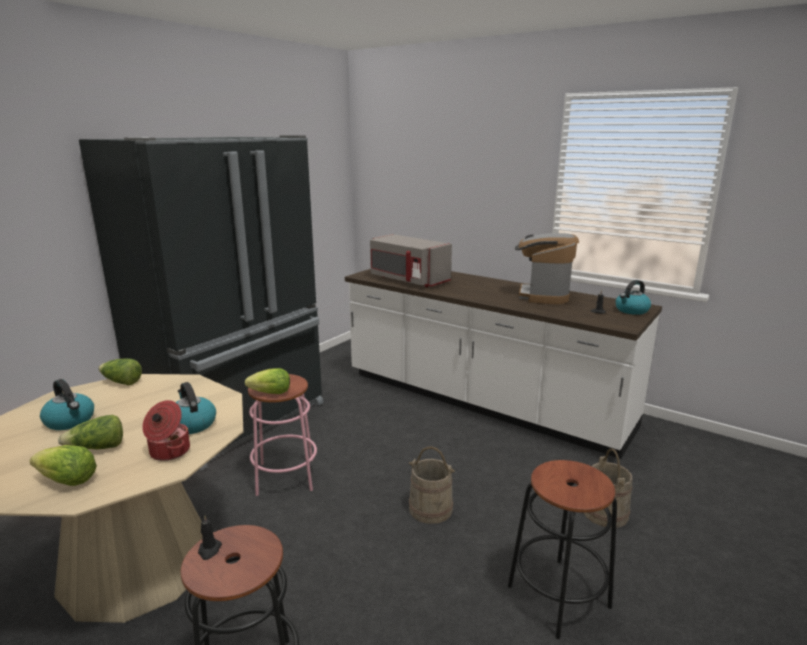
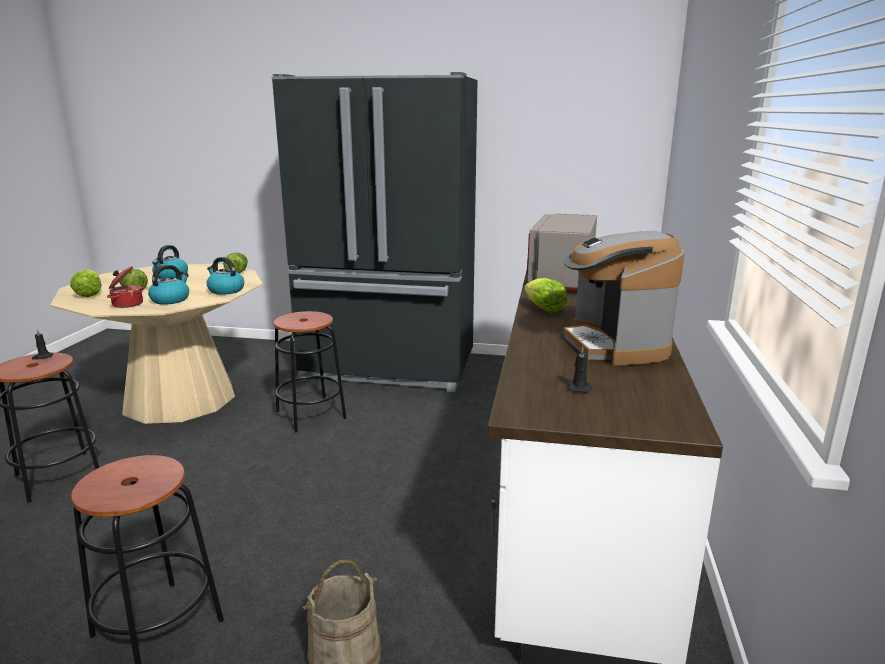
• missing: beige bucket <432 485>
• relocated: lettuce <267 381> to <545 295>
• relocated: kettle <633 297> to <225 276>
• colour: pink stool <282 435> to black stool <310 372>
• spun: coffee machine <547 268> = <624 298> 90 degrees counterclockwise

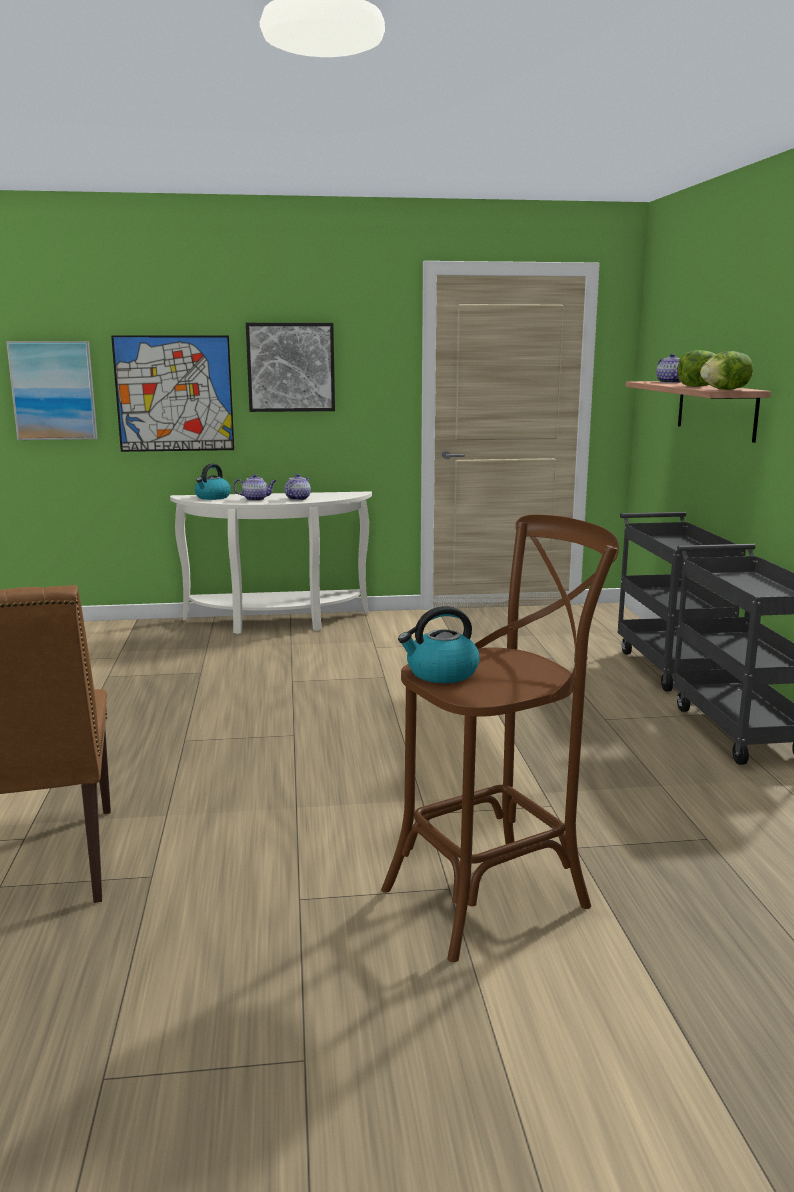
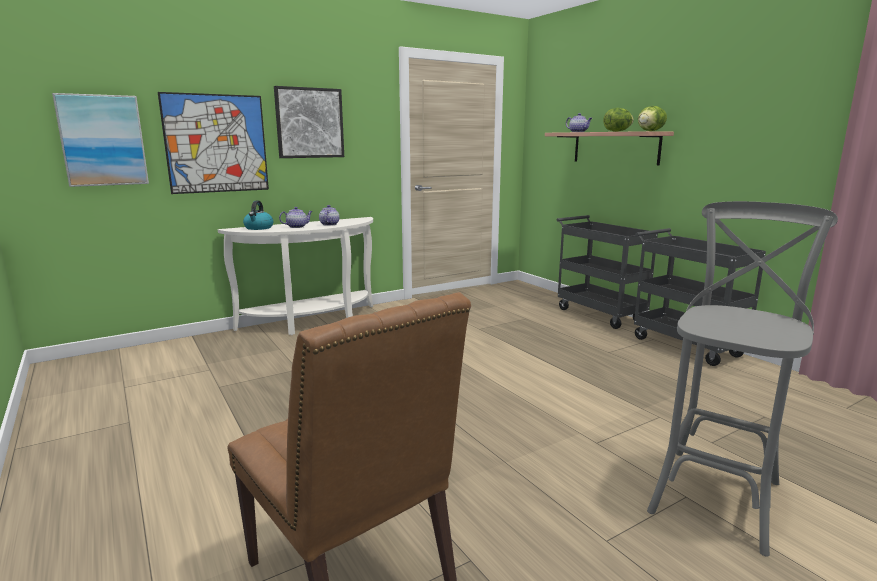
• missing: kettle <438 644>
• colour: brown stool <500 738> to grey stool <742 379>

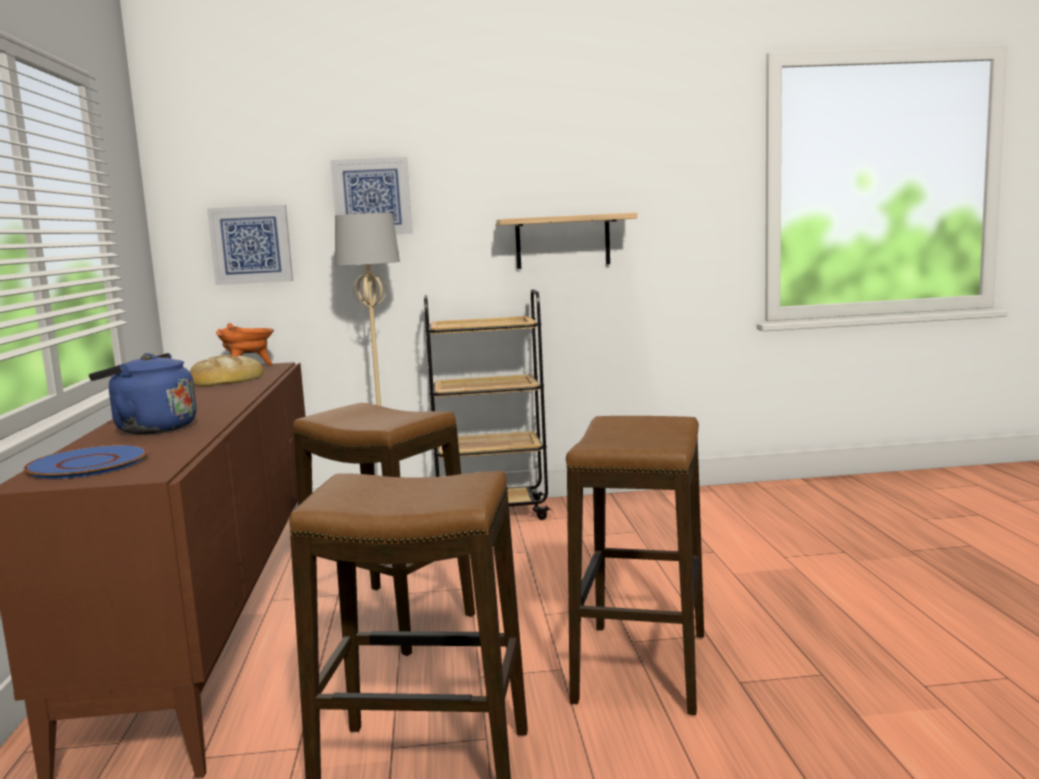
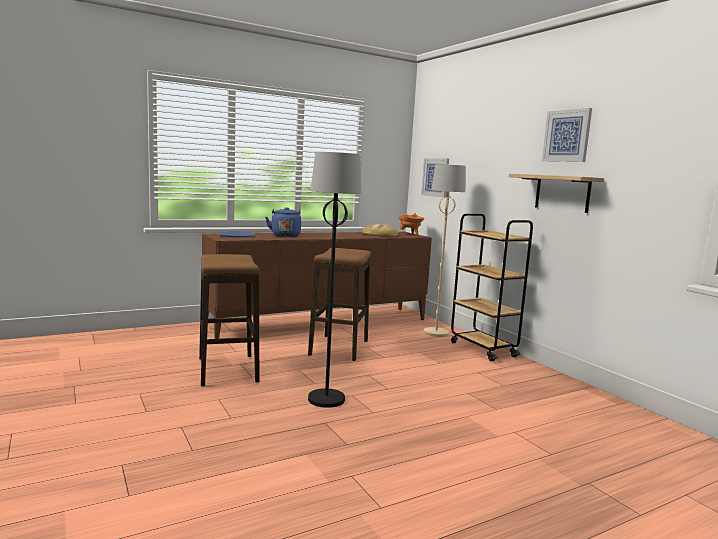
• relocated: picture <371 195> to <567 135>
• exchanged: stool <635 565> to black floor lamp <334 280>

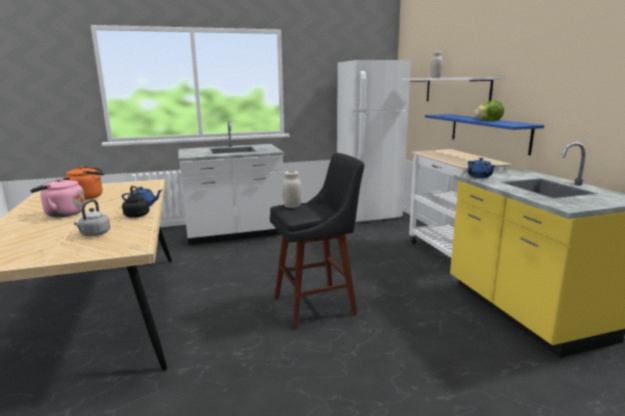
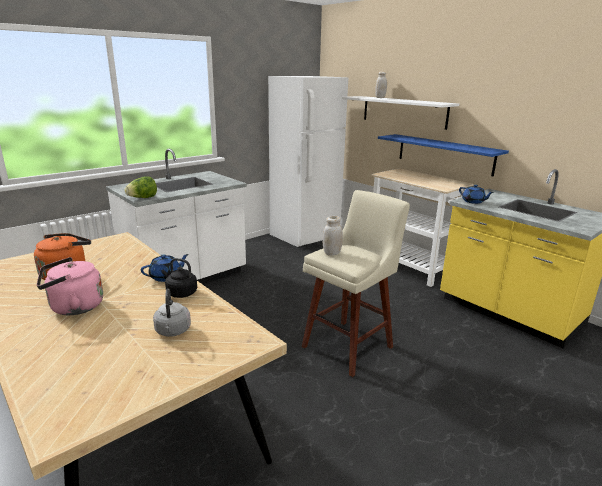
• relocated: lettuce <489 111> to <140 187>
• colour: black stool <317 240> to beige stool <356 283>

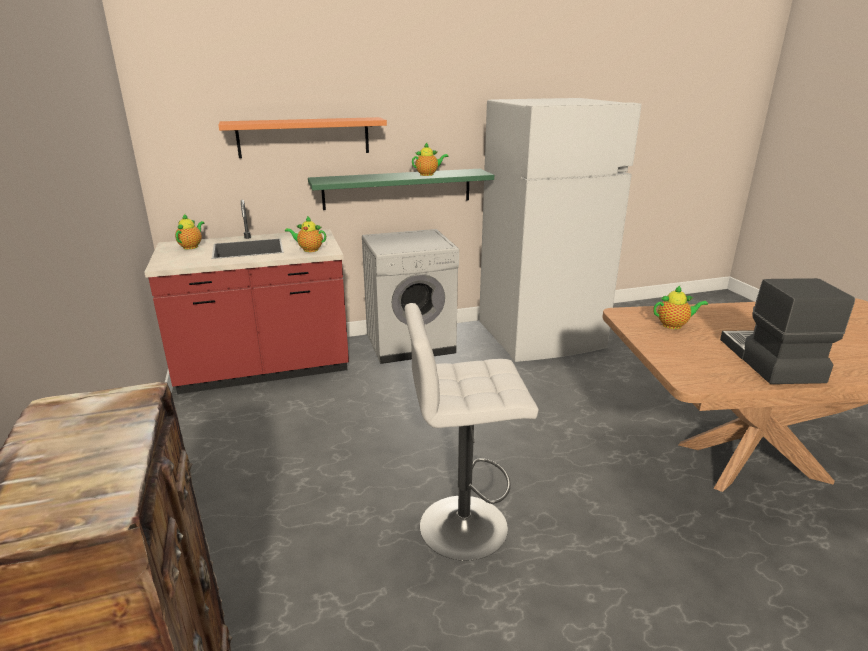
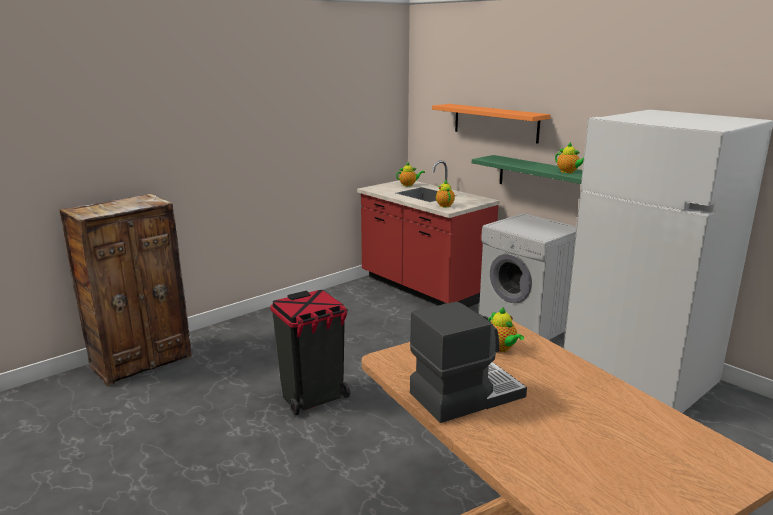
• exchanged: white stool <471 432> to black trash can <310 352>

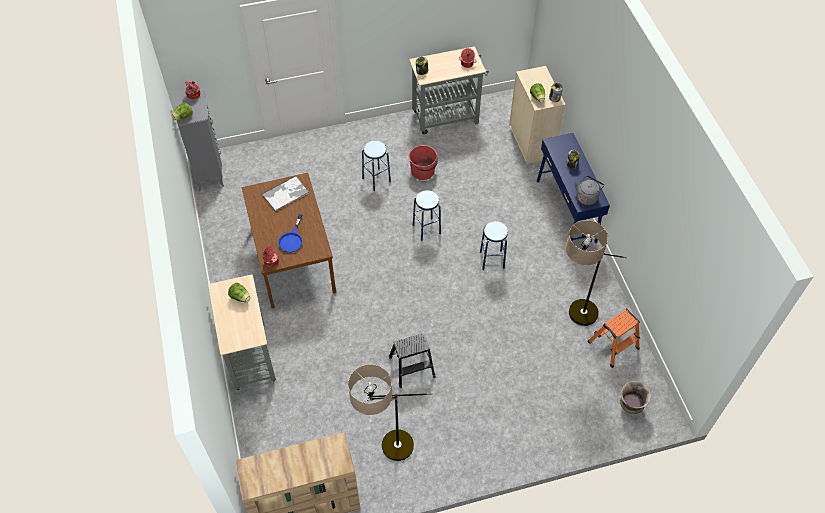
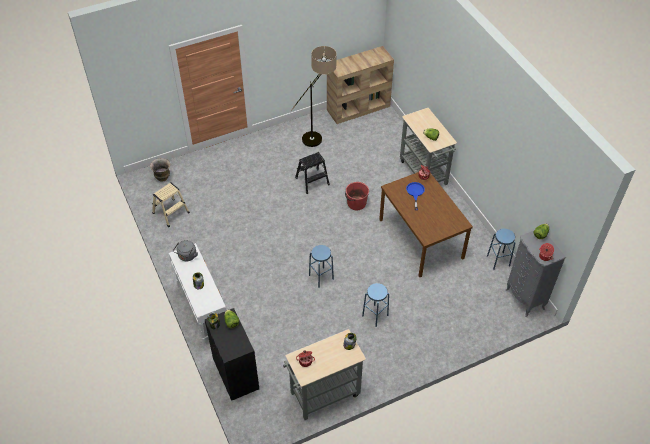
• missing: tray <286 193>
• missing: floor lamp <596 273>
• relocated: red bucket <423 162> to <357 196>
• relocated: blue stool <494 245> to <501 249>
• colour: beige cabinet <537 115> to black cabinet <232 354>
• colour: blue console table <573 188> to white console table <197 294>
• colour: orange step ladder <613 338> to beige step ladder <171 204>

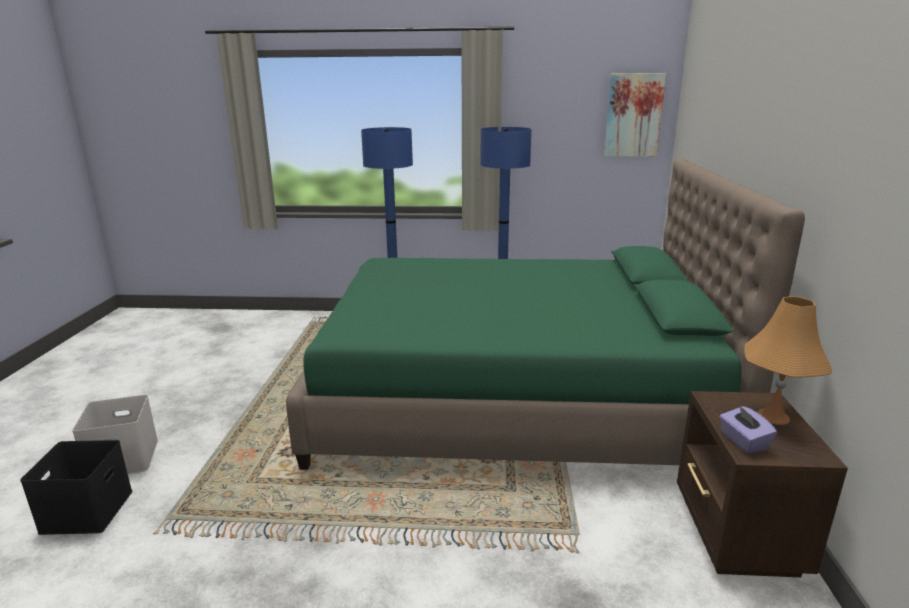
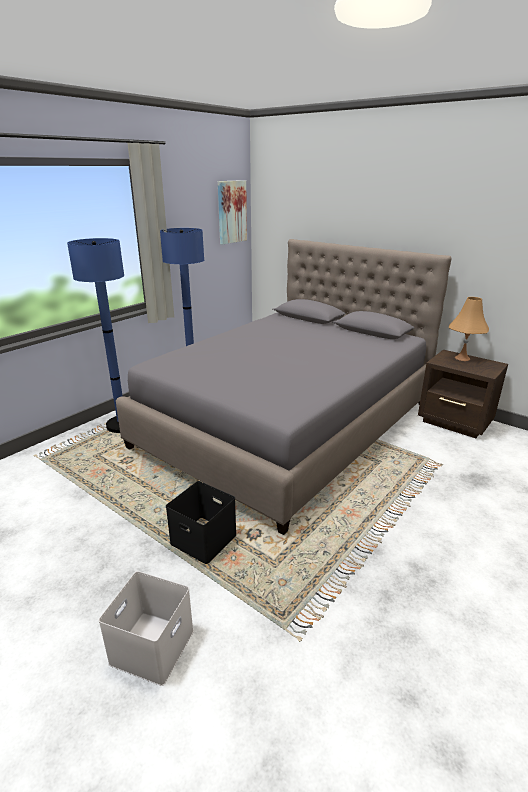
• missing: purple tissue box <748 429>
• relocated: black storage box <76 487> to <201 522>
• colour: green bed <545 314> to grey bed <284 387>

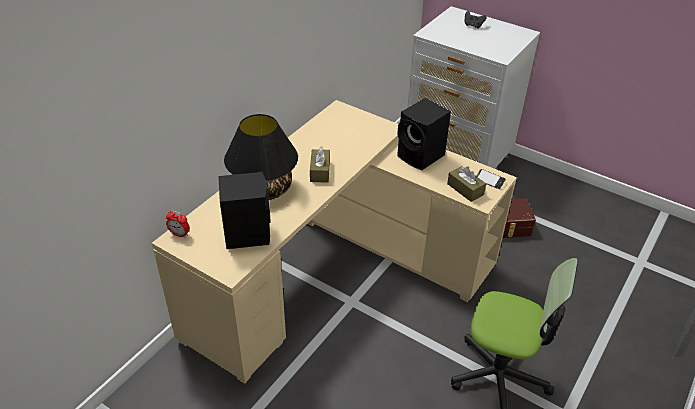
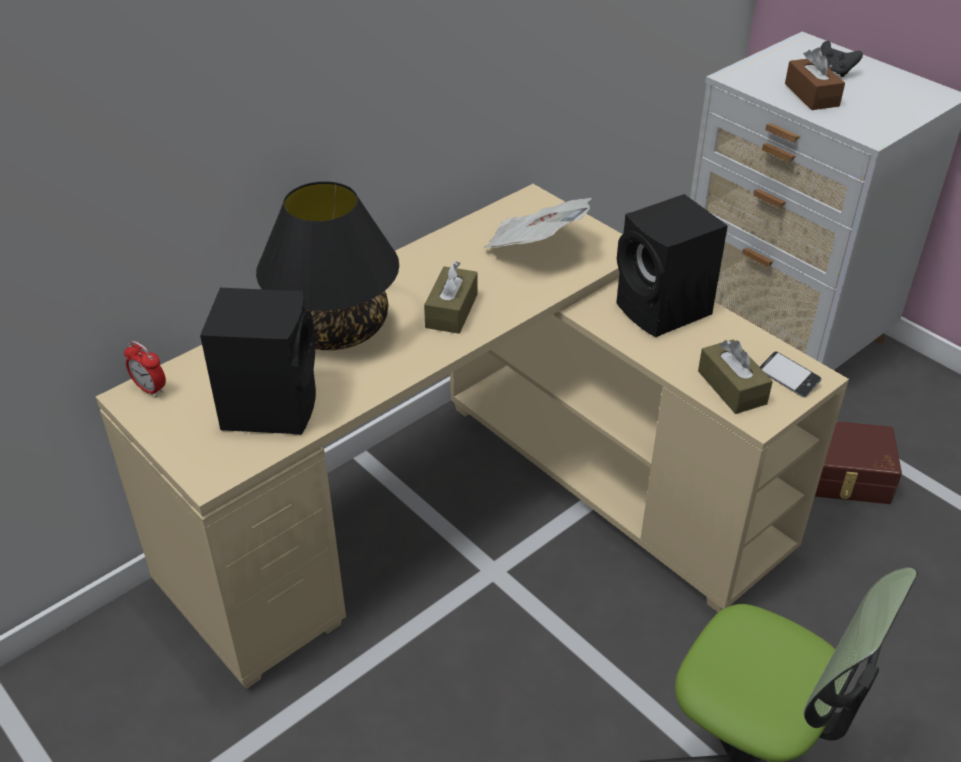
• appeared: newspaper <538 223>
• appeared: brown tissue box <815 79>

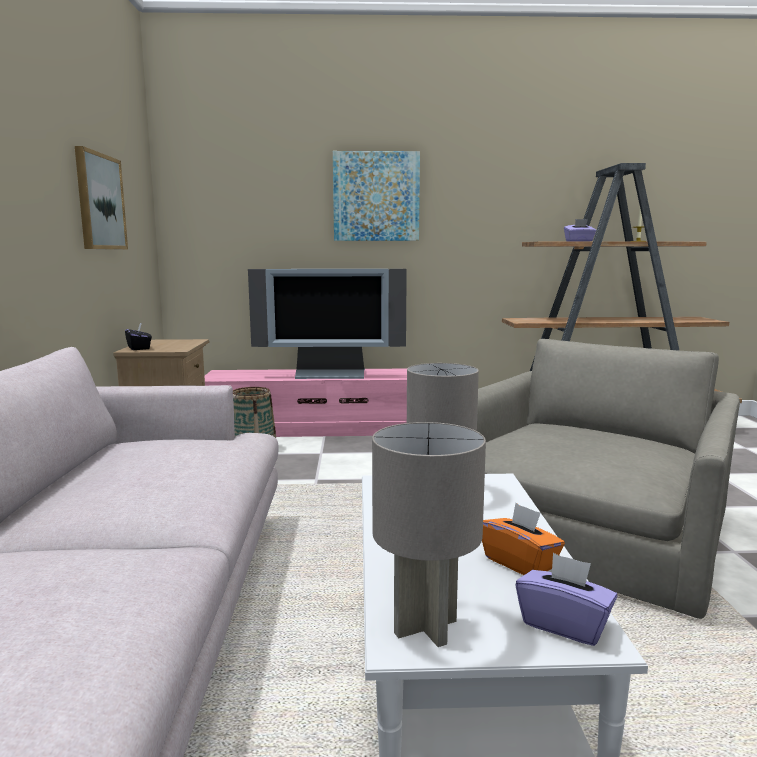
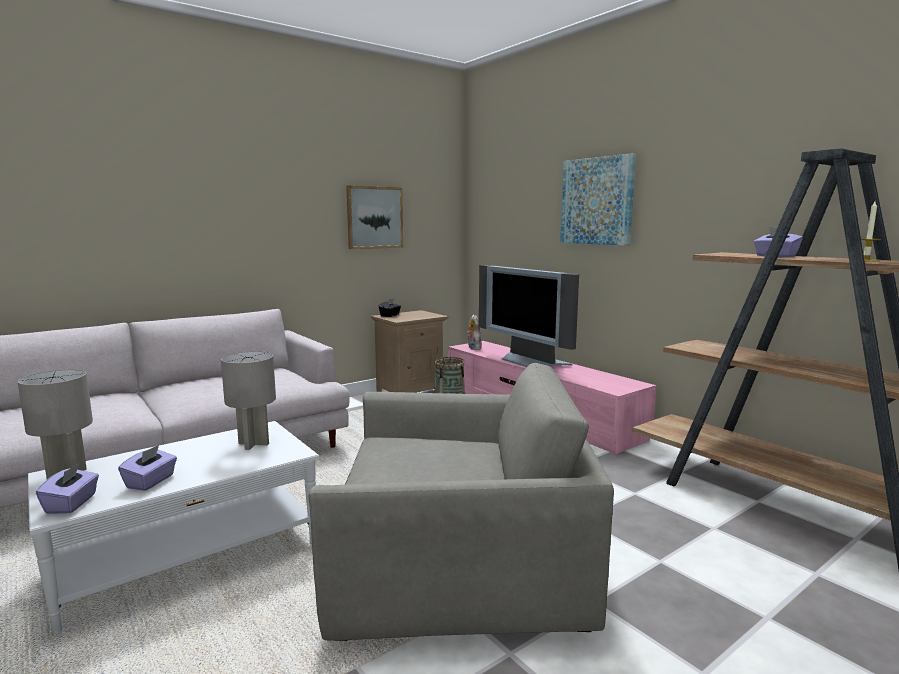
• appeared: plush toy <474 332>
• colour: orange tissue box <523 539> to purple tissue box <147 468>

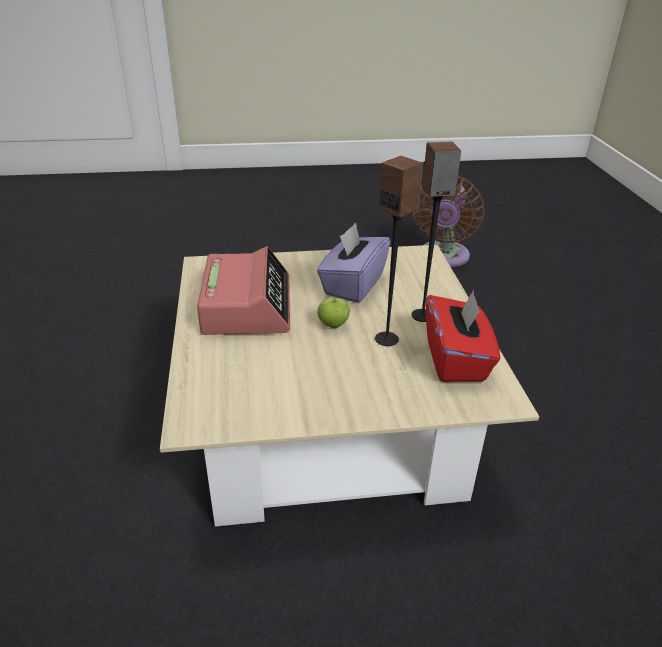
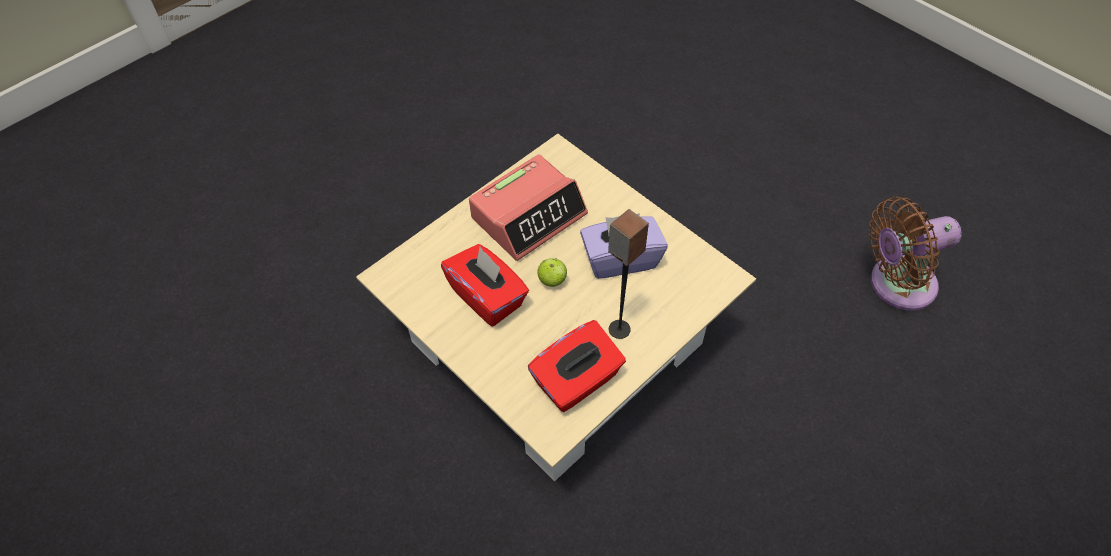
• missing: speaker <399 251>
• appeared: red tissue box <485 285>

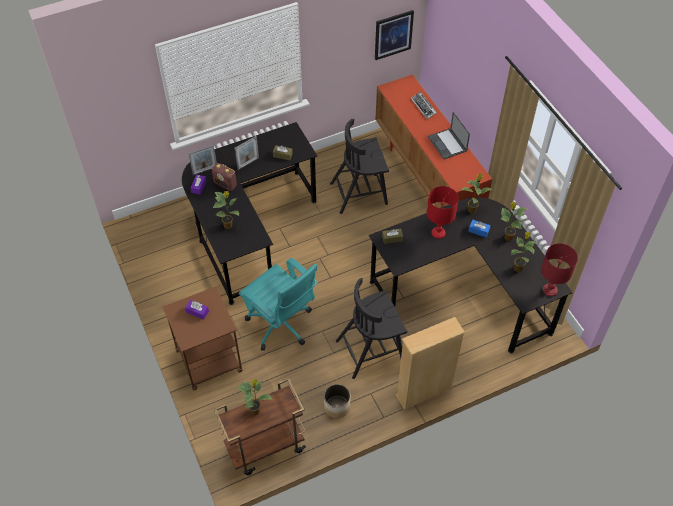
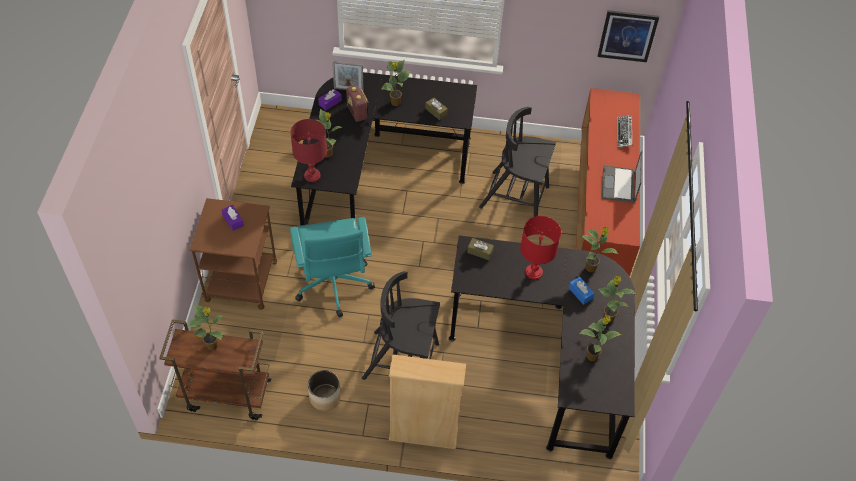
• relocated: red table lamp <559 270> to <308 150>
• exchanged: picture frame <246 153> to potted plant <395 83>

